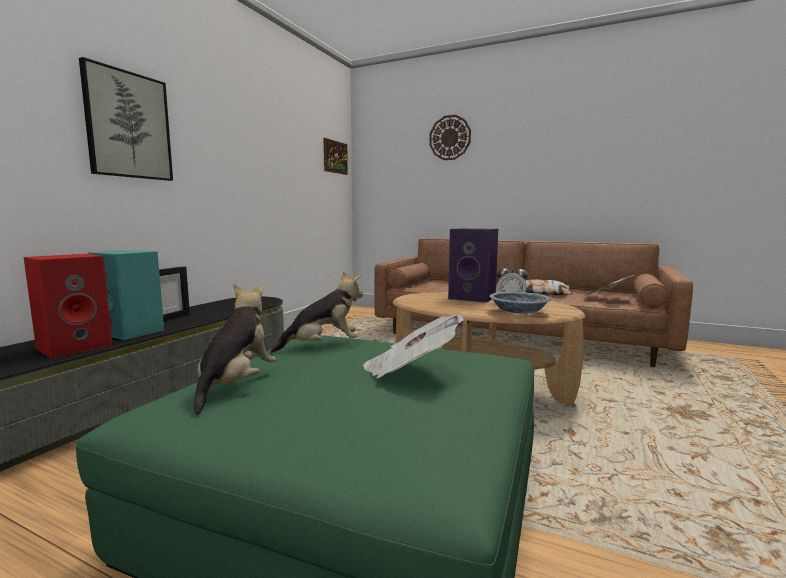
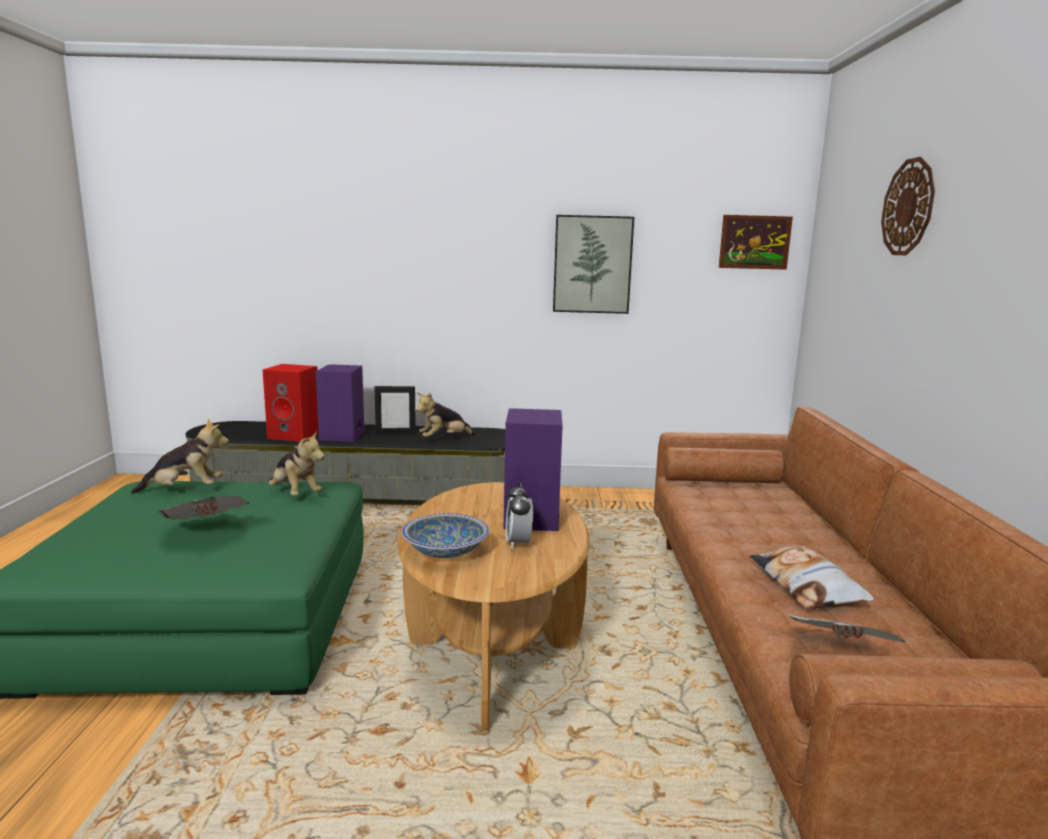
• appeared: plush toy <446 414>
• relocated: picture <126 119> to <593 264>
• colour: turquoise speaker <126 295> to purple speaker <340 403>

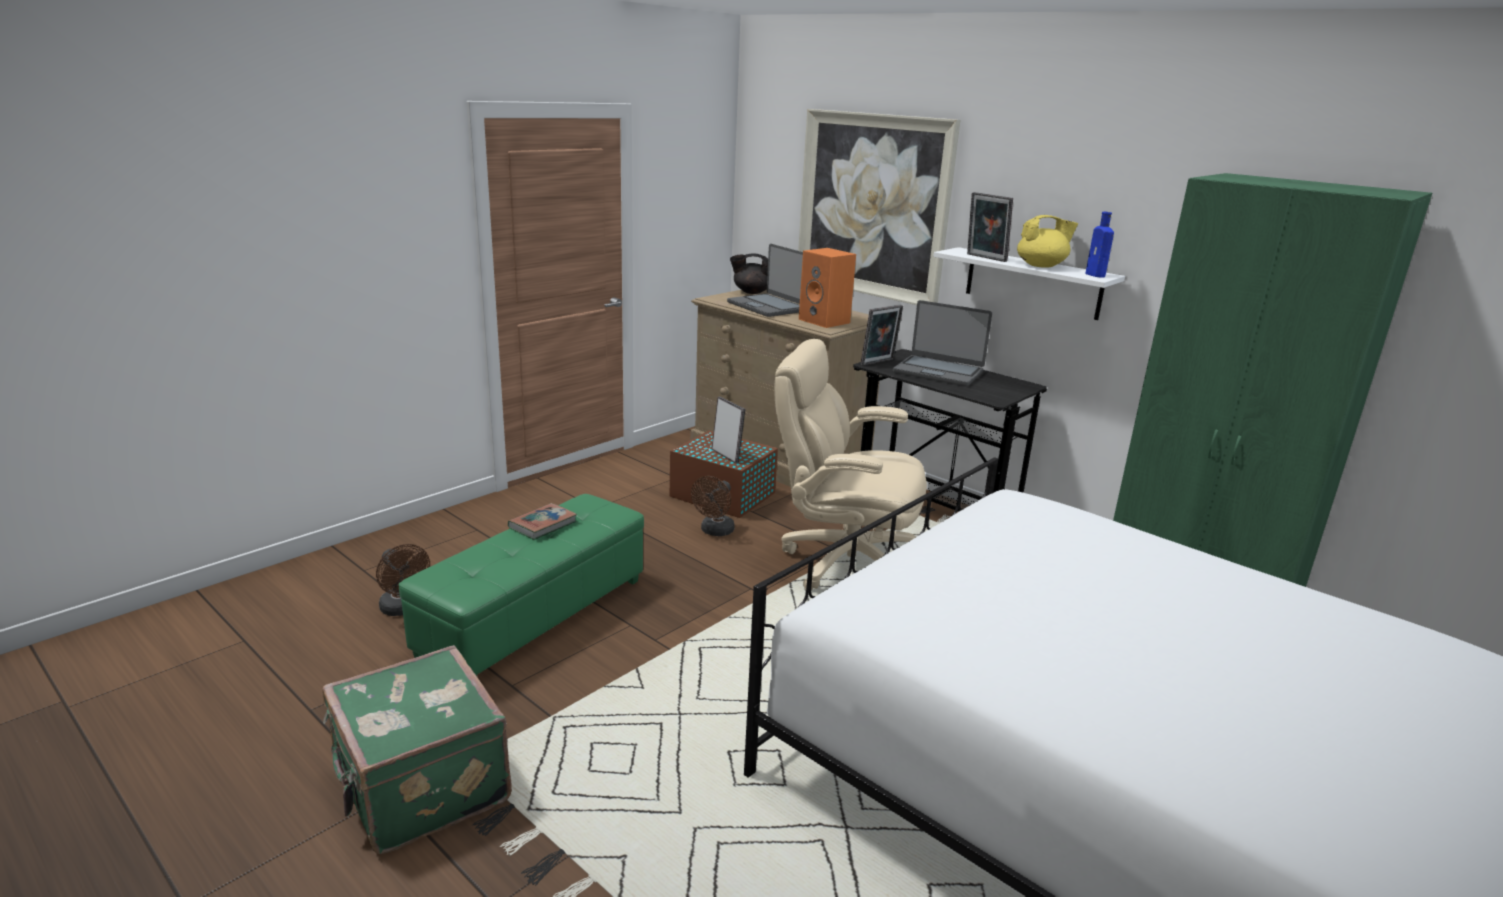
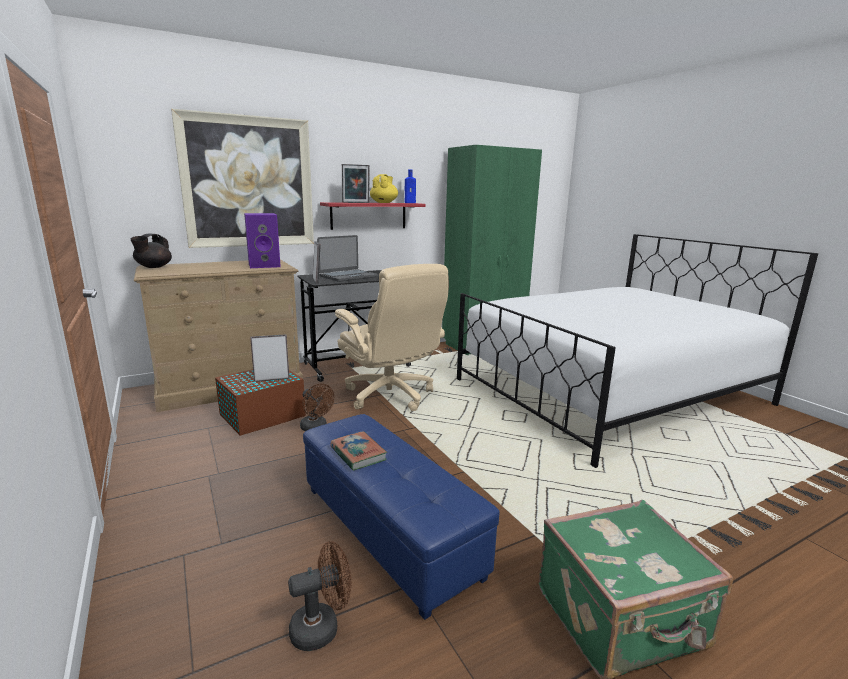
• missing: laptop <765 280>
• colour: green ottoman <521 585> to blue ottoman <401 517>
• colour: orange speaker <827 288> to purple speaker <262 240>
• colour: white shelf <1029 283> to red shelf <372 216>
• spun: beige office chair <850 465> = <392 337> 75 degrees counterclockwise

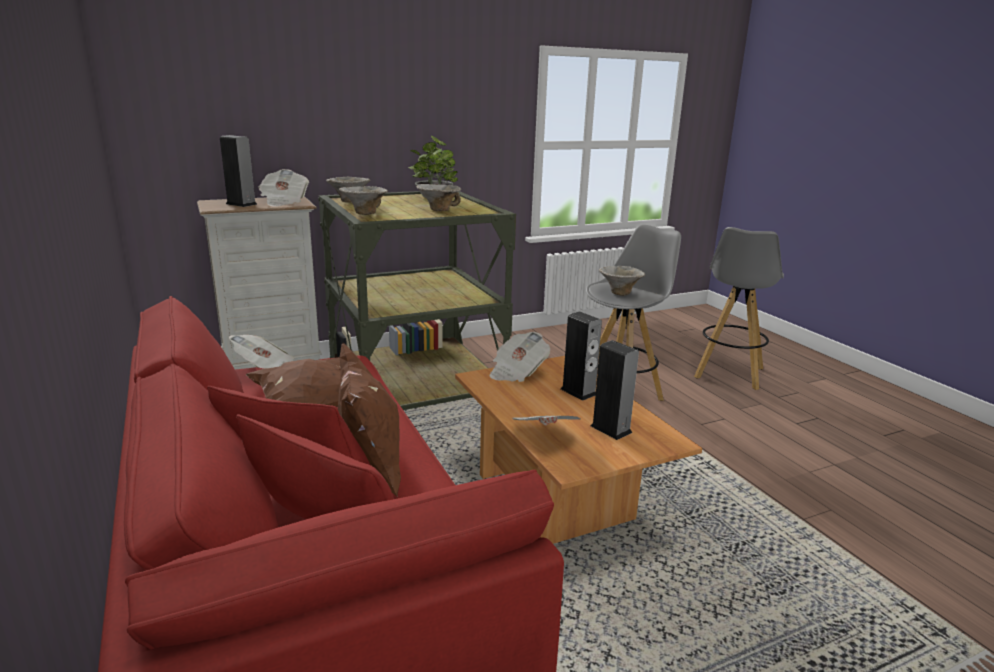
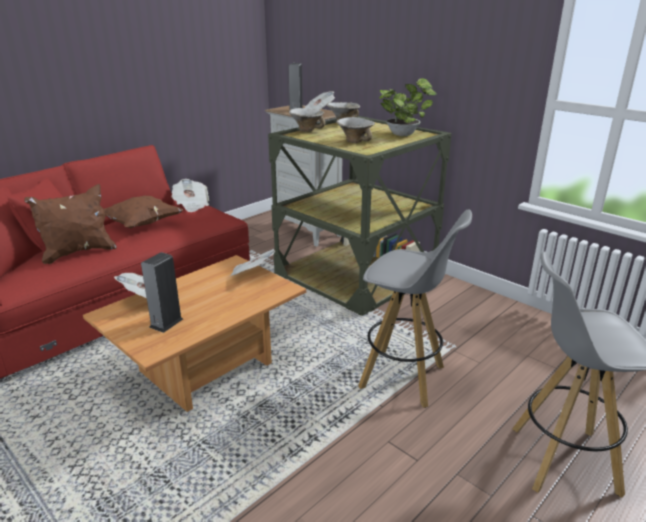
• missing: speaker <581 356>
• missing: bowl <622 281>

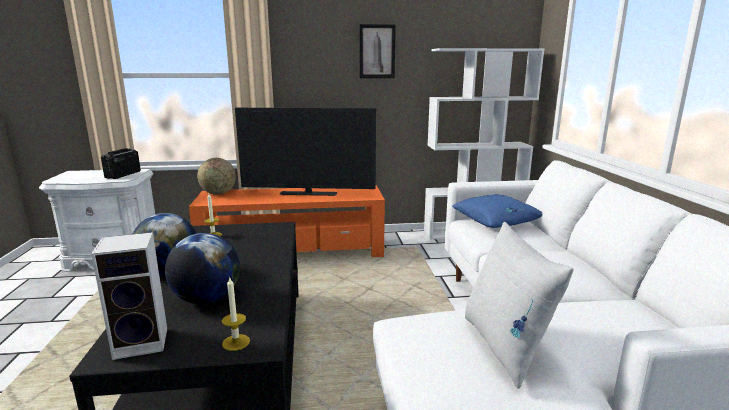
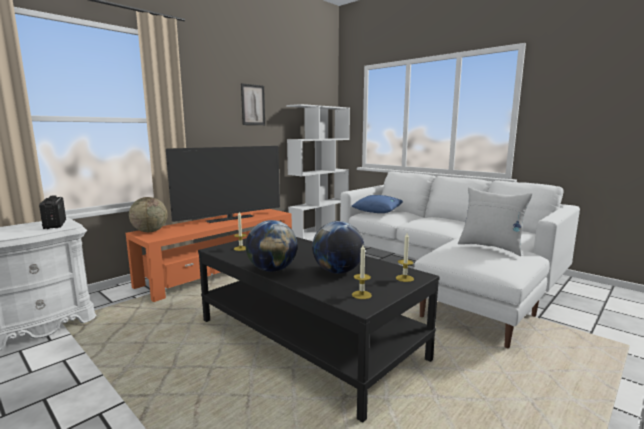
• exchanged: speaker <129 296> to candle <362 272>

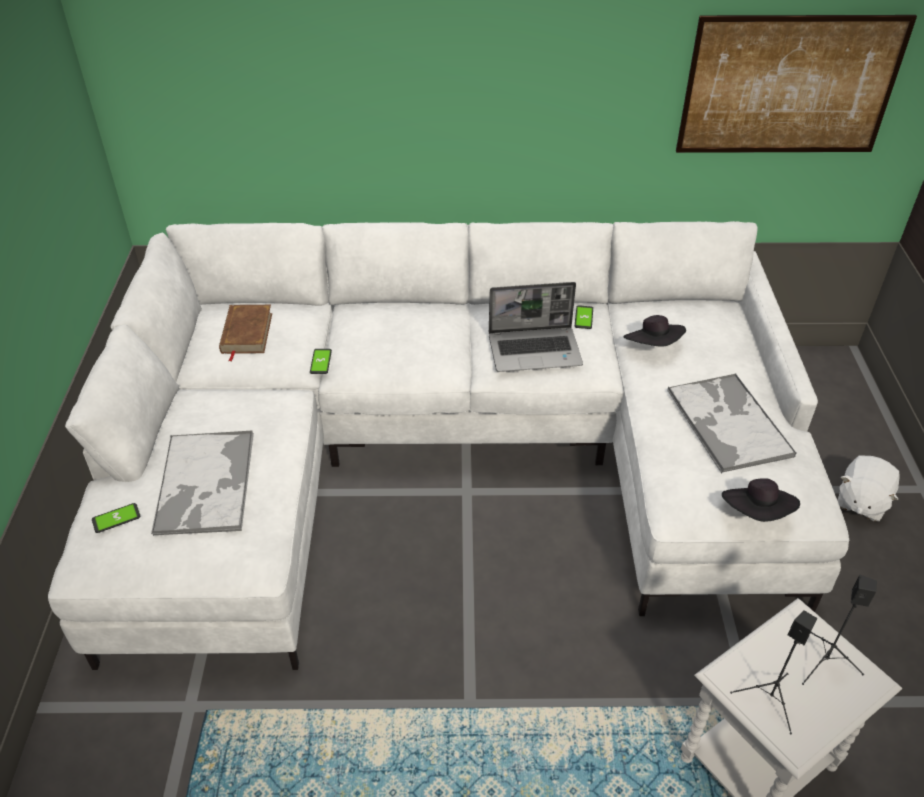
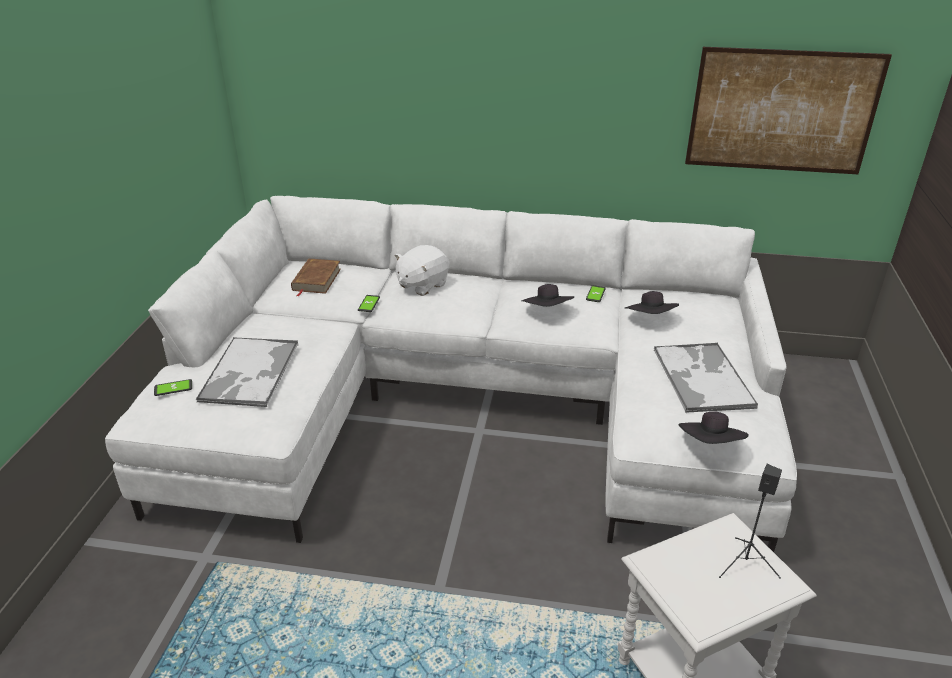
• missing: black speaker <773 672>
• relocated: white plush toy <868 488> to <422 270>
• exchanged: laptop <536 327> to black hat <547 295>

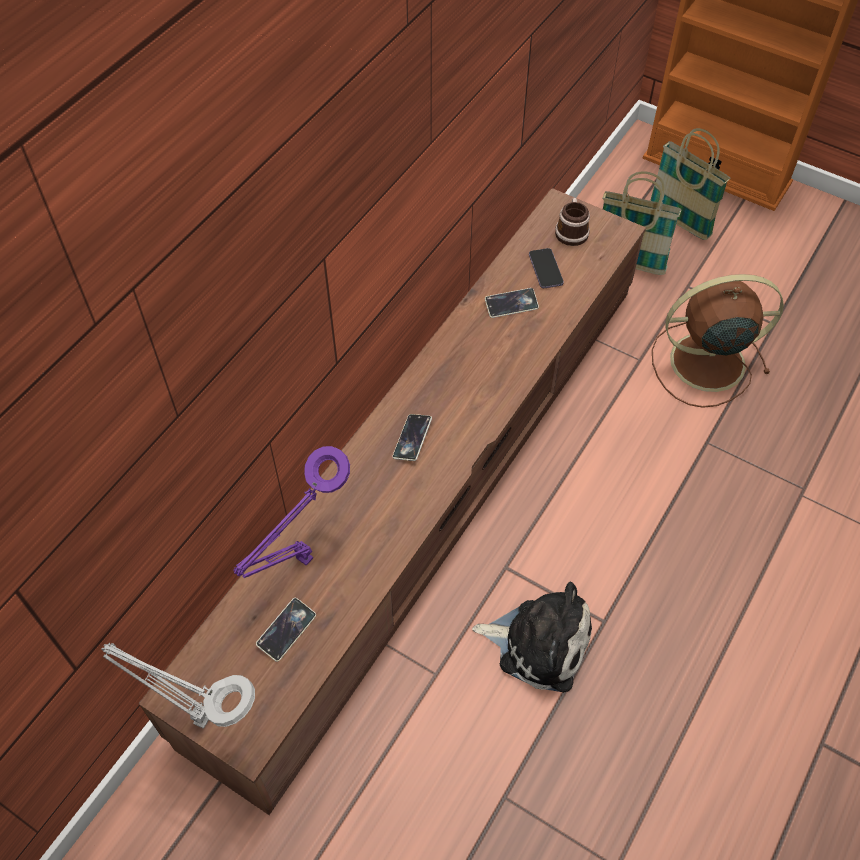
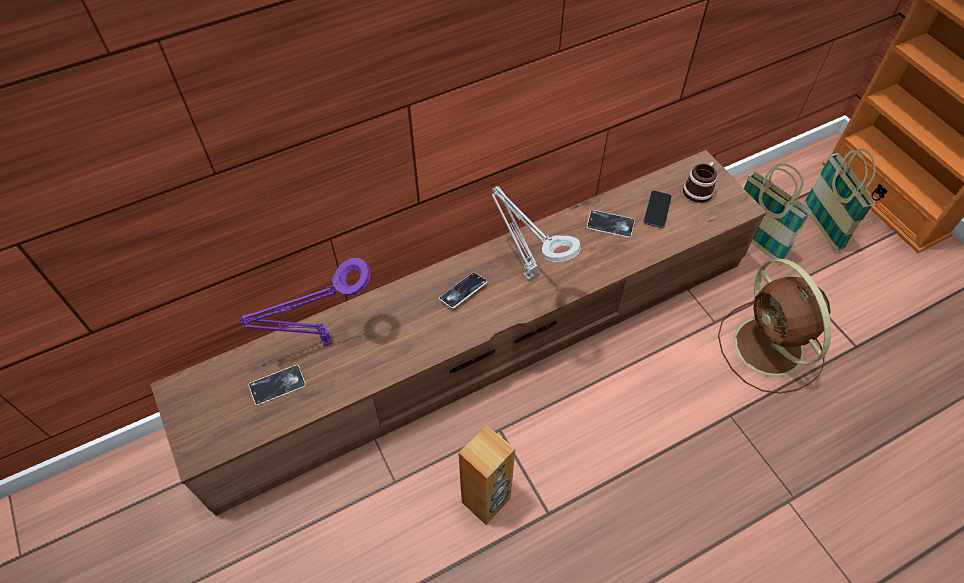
• relocated: grey table lamp <178 686> to <536 233>
• exchanged: plush toy <532 637> to brown speaker <486 475>
• spun: brown fan <718 341> = <774 326> 135 degrees counterclockwise

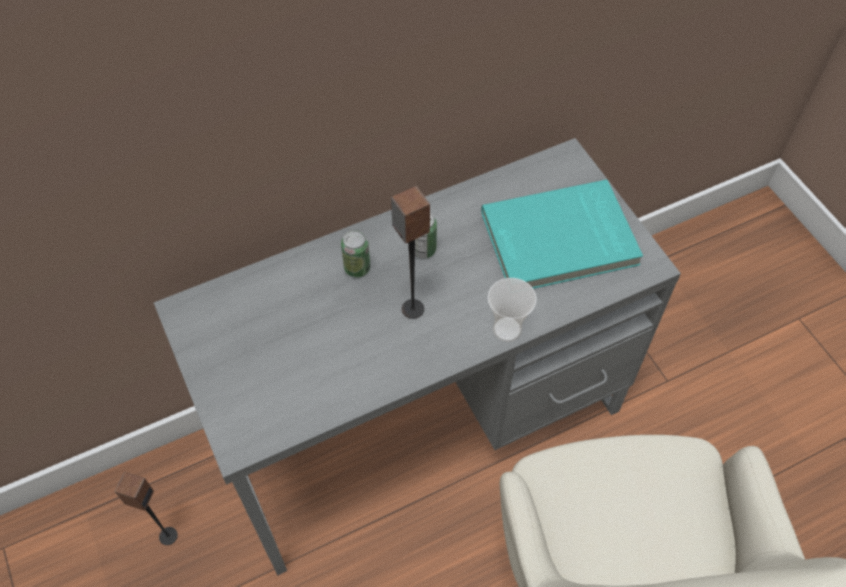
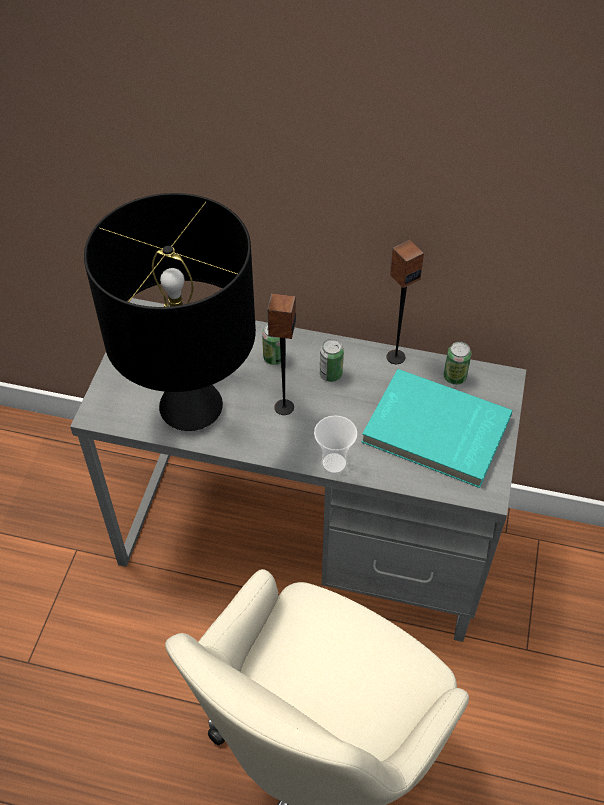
• appeared: black table lamp <170 312>
• appeared: can <457 363>
• relocated: speaker <146 508> to <405 302>

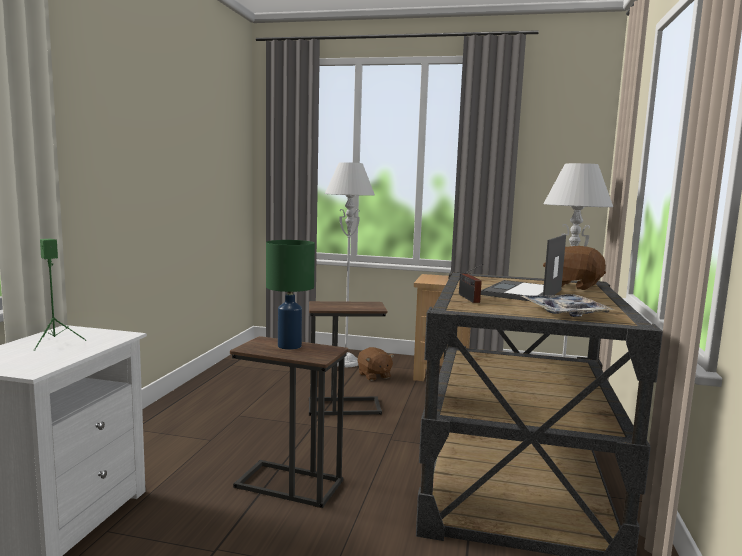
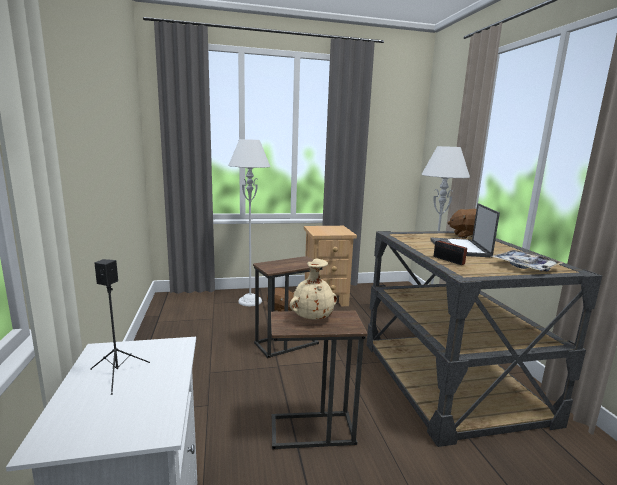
• exchanged: green table lamp <290 295> to beige vase <313 289>
• colour: green speaker <60 295> to black speaker <120 327>

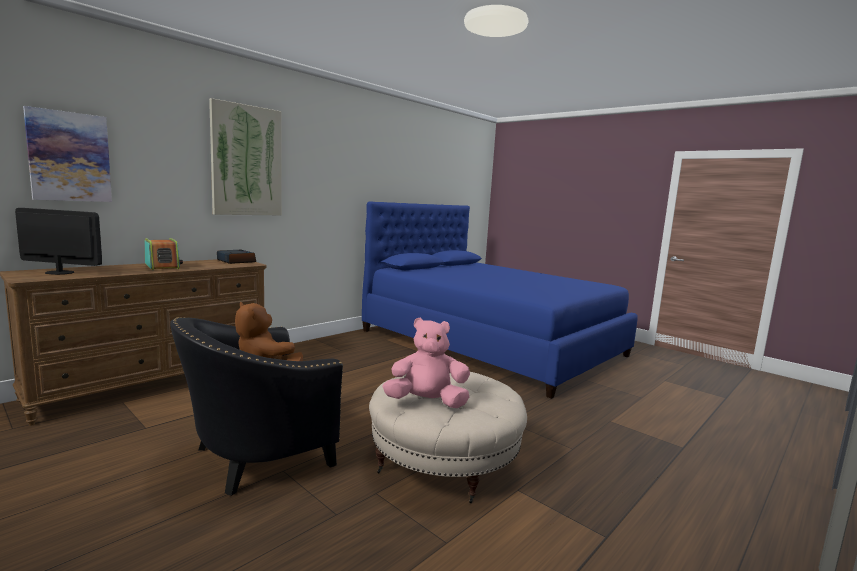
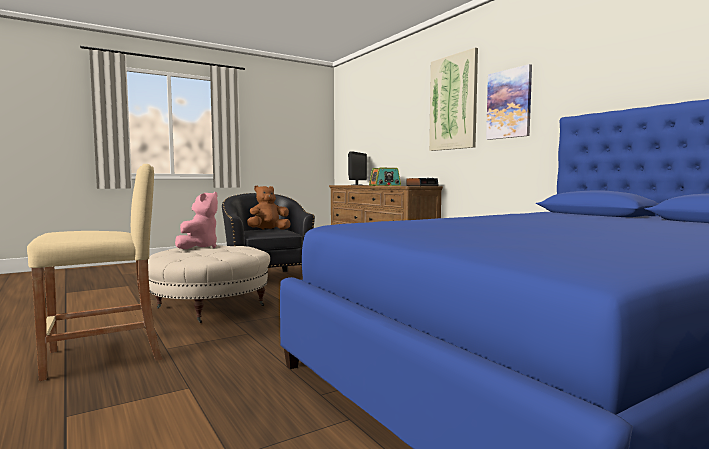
• appeared: beige stool <95 272>
• relocated: picture <67 154> to <509 102>

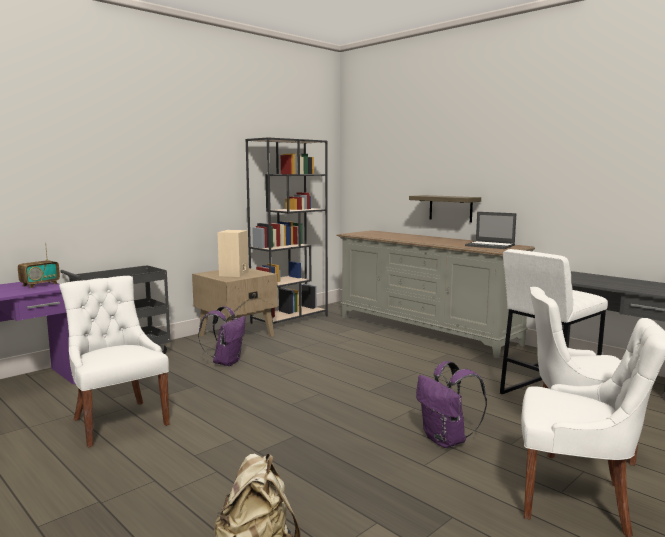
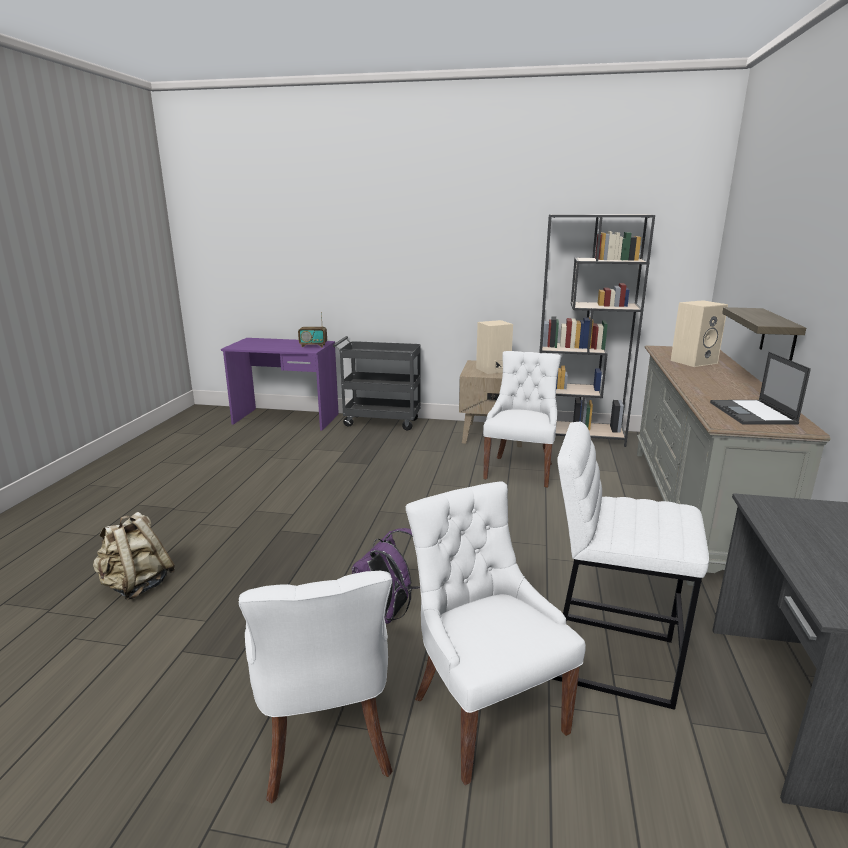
• missing: purple backpack <221 336>
• appeared: beige speaker <699 333>
• relocated: white chair <114 362> to <522 419>

